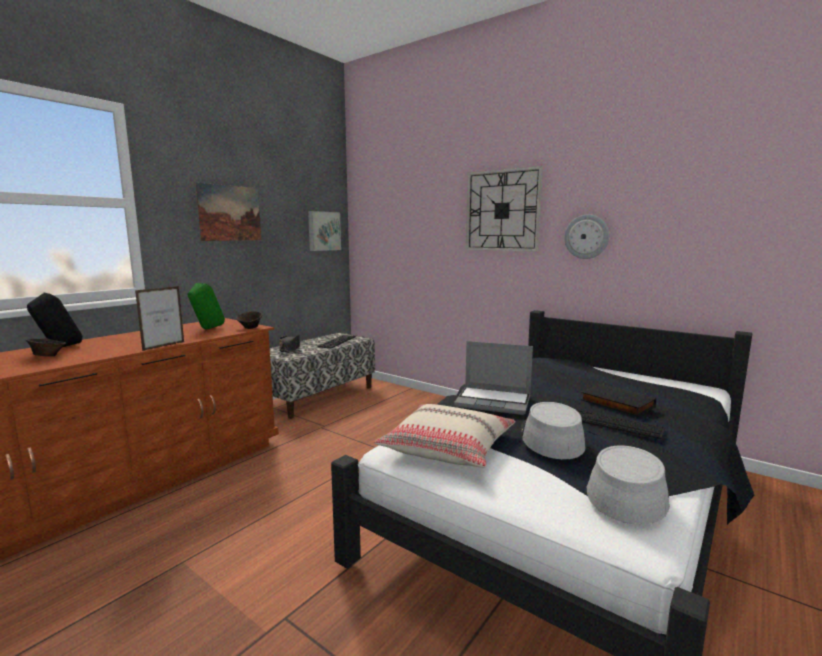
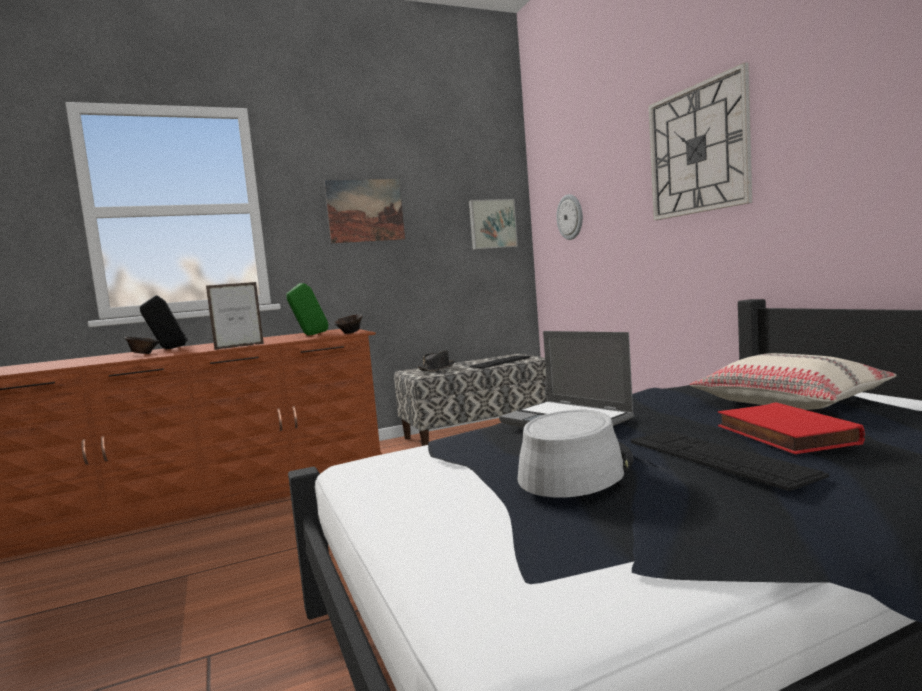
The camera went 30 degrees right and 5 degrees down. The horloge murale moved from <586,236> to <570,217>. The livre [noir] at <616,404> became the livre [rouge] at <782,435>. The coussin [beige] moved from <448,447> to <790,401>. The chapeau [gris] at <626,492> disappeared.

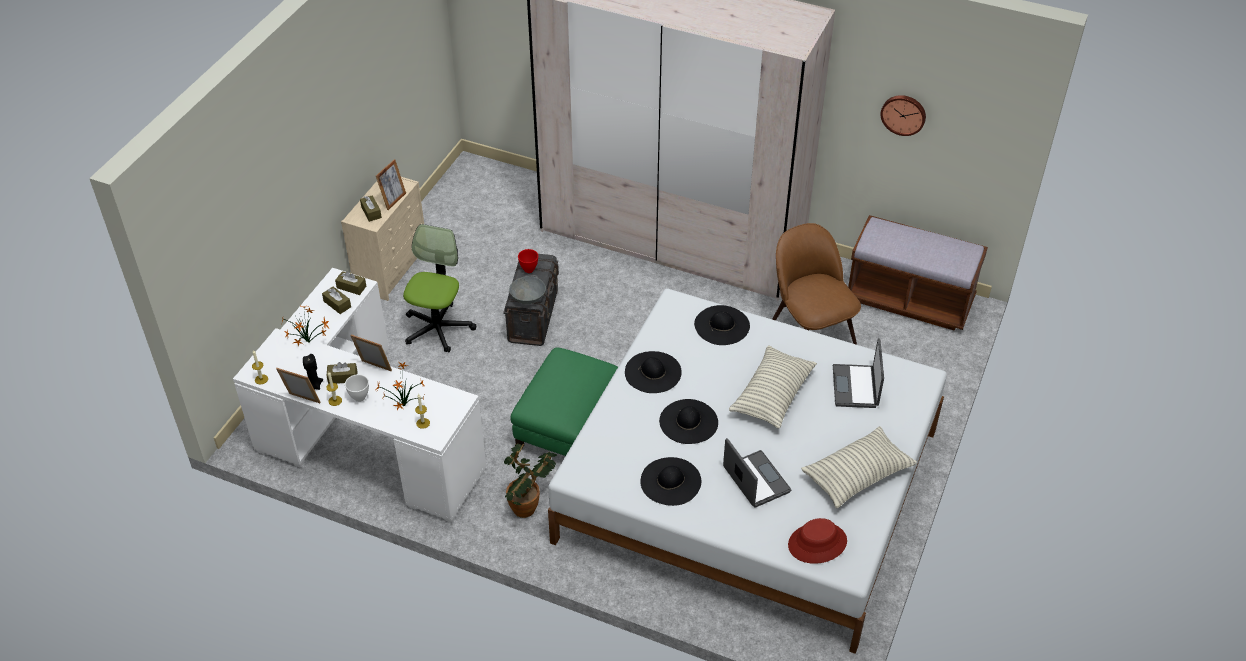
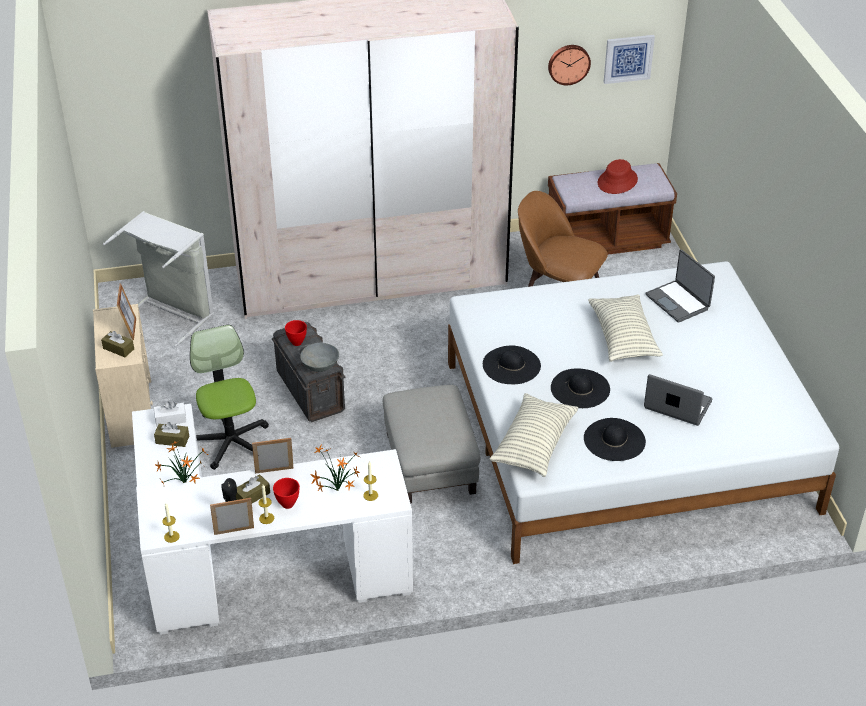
The camera went 35 degrees left and 5 degrees down. The boîte à mouchoirs [marron] at <351,287> became the boîte à mouchoirs [blanc] at <170,419>. The chapeau [noir] at <722,325> disappeared. The pouf [vert] at <567,424> became the pouf [gris] at <431,463>. The bol [blanc] at <359,398> became the bol [rouge] at <288,504>. The coussin moved from <857,475> to <534,444>. The plante en pot at <529,506> disappeared. The chapeau [rouge] moved from <817,543> to <617,181>. The tableau at <628,58> appeared. The panier à linge [gris] at <172,314> appeared.

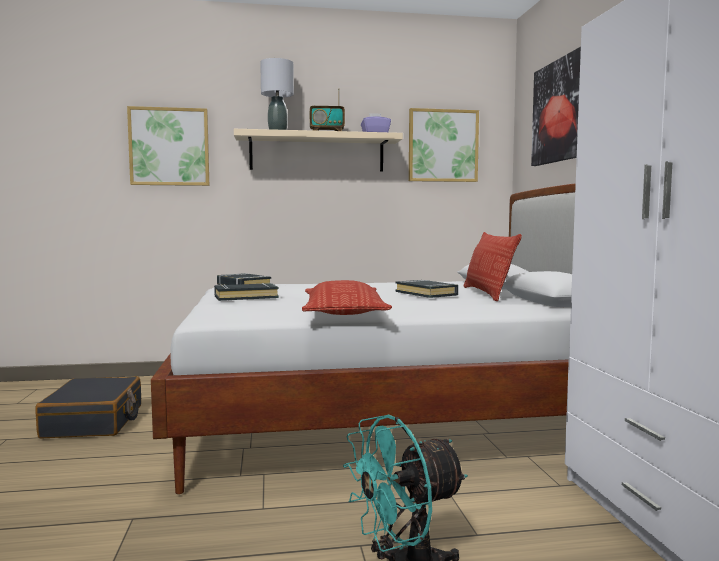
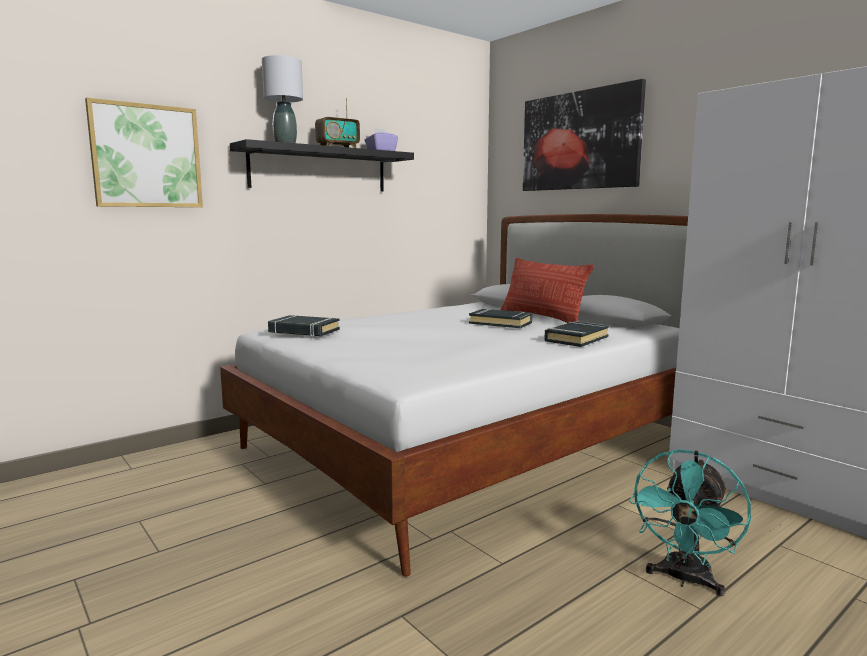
The camera went 30 degrees left and 5 degrees up. The tableau at <443,146> disappeared. The étagère [beige] at <317,153> became the étagère [noir] at <319,169>. The coussin at <343,310> disappeared. The livre [noir] moved from <246,297> to <576,339>. The valise [noir] at <94,421> disappeared.

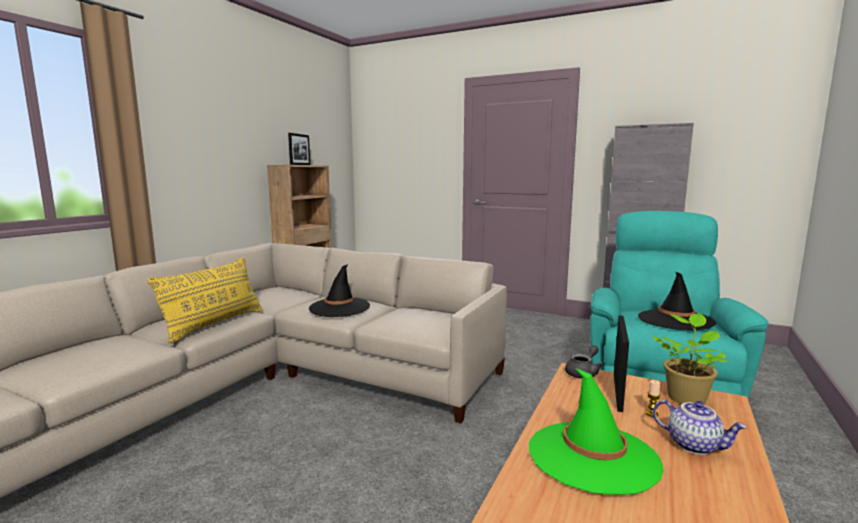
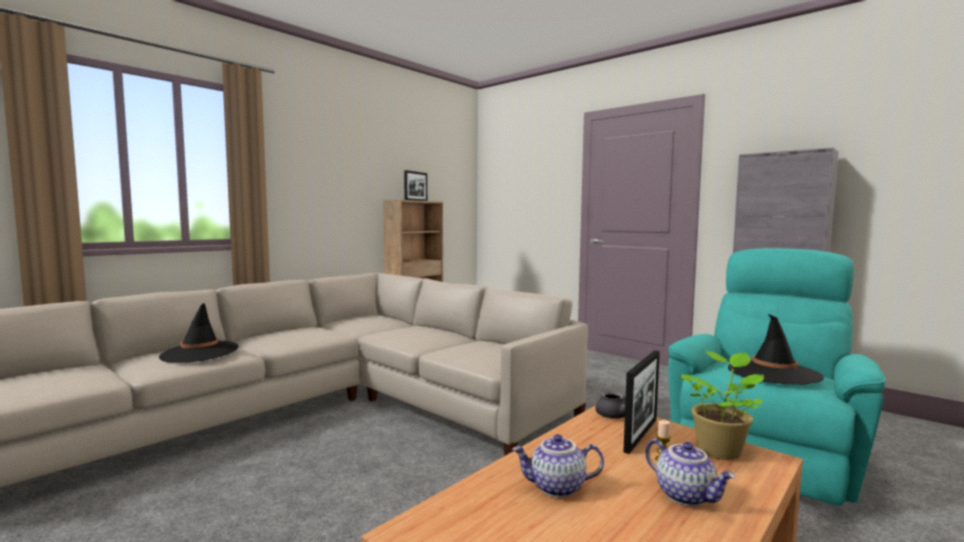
The camera went 15 degrees right and 5 degrees down. The coussin [jaune] at <214,324> disappeared. The chapeau [noir] moved from <339,307> to <200,352>. The chapeau [vert] at <592,456> was replaced by the théière at <557,488>.

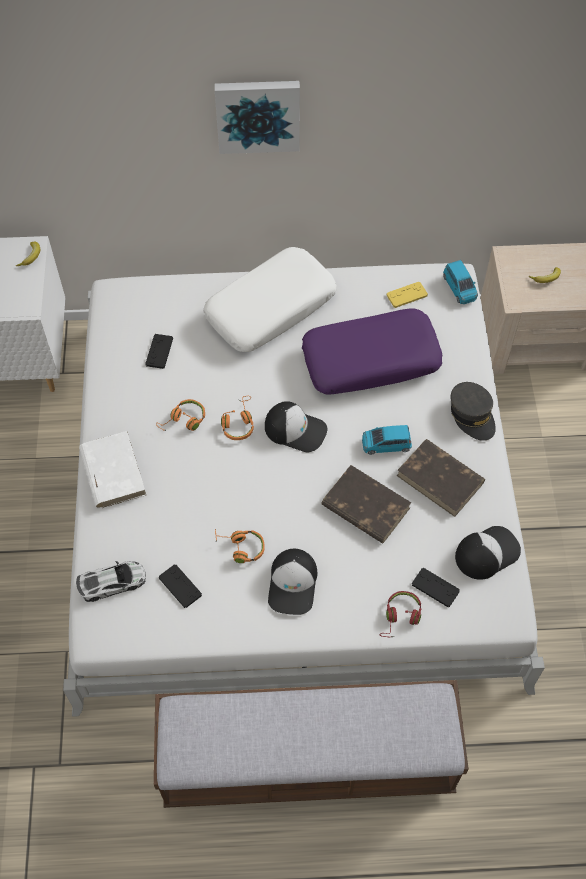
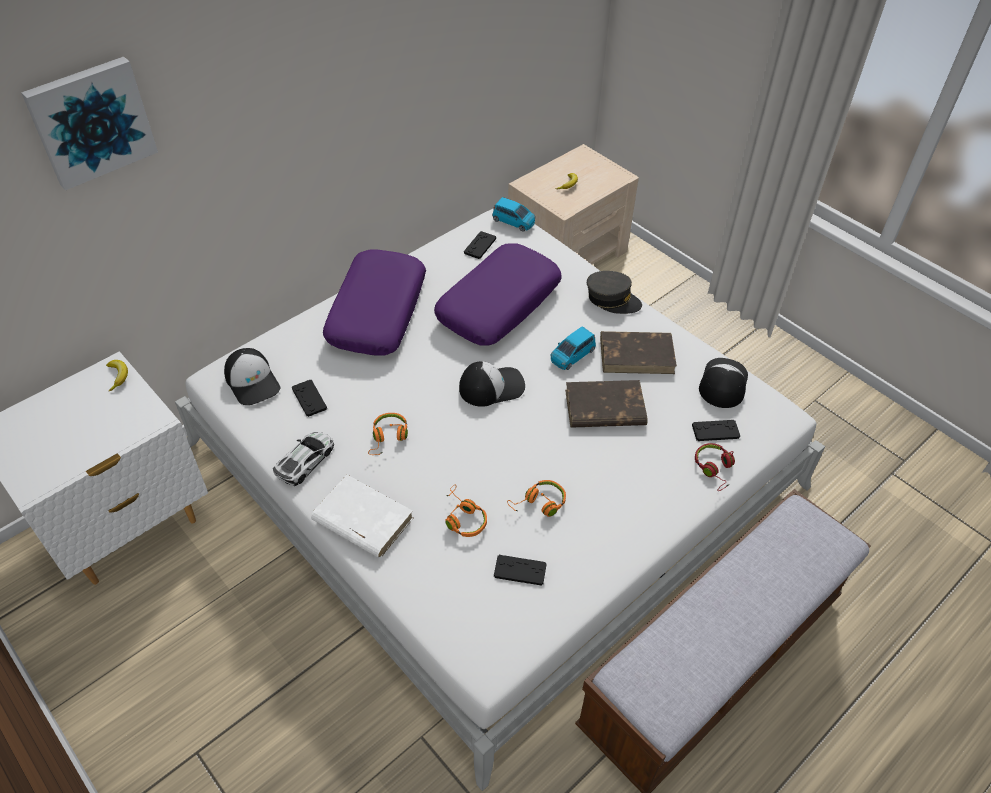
The camera went 40 degrees left and 10 degrees down. The tableau moved from <258,114> to <91,121>. The coussin [blanc] at <270,307> became the coussin [violet] at <377,312>. The manette [jaune] at <407,295> became the manette [noir] at <480,246>. The casque audio [orange] moved from <238,423> to <463,517>. The casquette moved from <293,584> to <253,381>. The petite voiture moved from <112,582> to <305,461>.

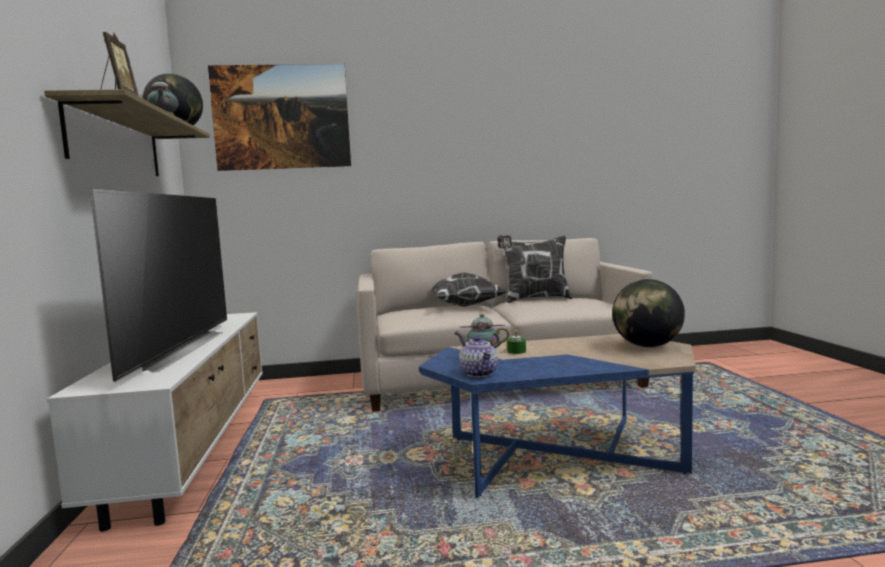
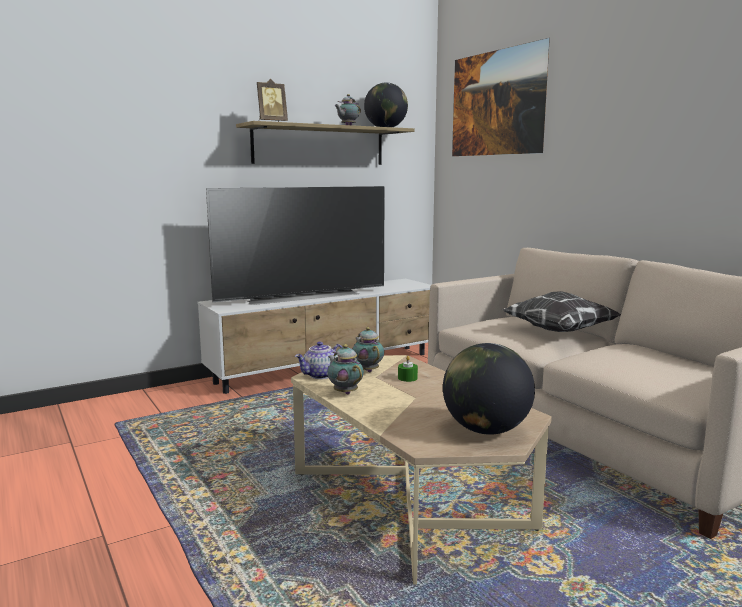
The camera went 65 degrees right and 5 degrees up. The coussin at <535,299> disappeared. The table basse [bleu] at <560,455> became the table basse [beige] at <409,500>. The théière at <345,392> appeared.

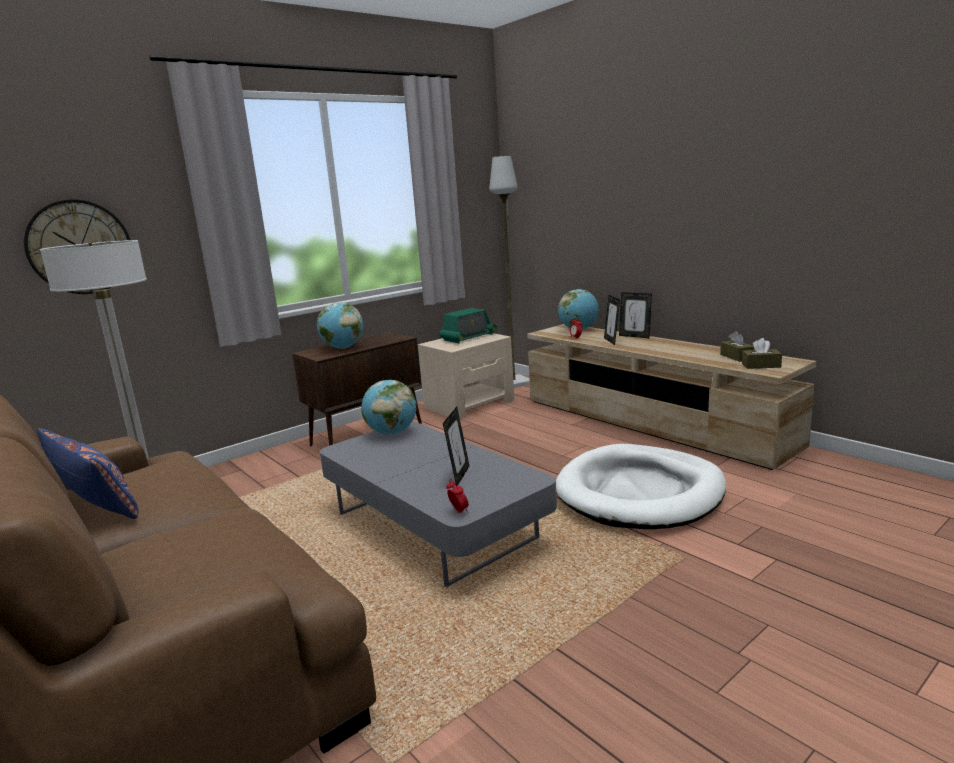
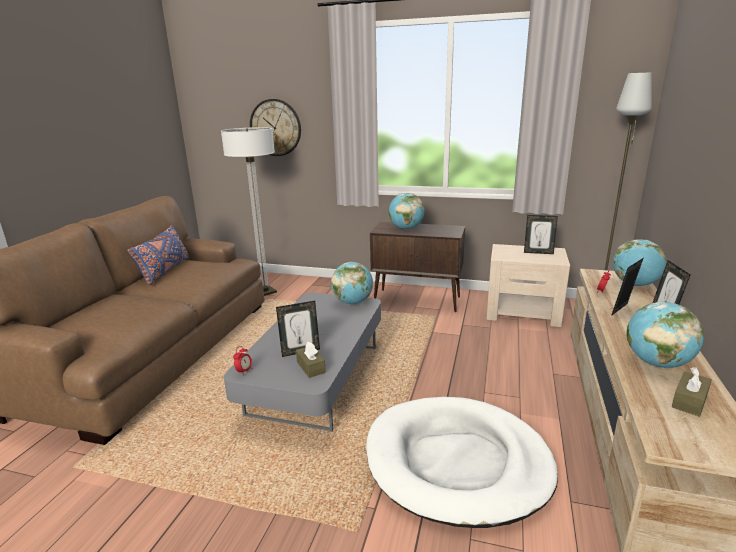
The camera went 55 degrees right and 5 degrees up. The radio at <468,337> was replaced by the cadre photo at <538,252>. The boîte à mouchoirs [marron] moved from <761,365> to <311,367>. The globe at <657,363> appeared.

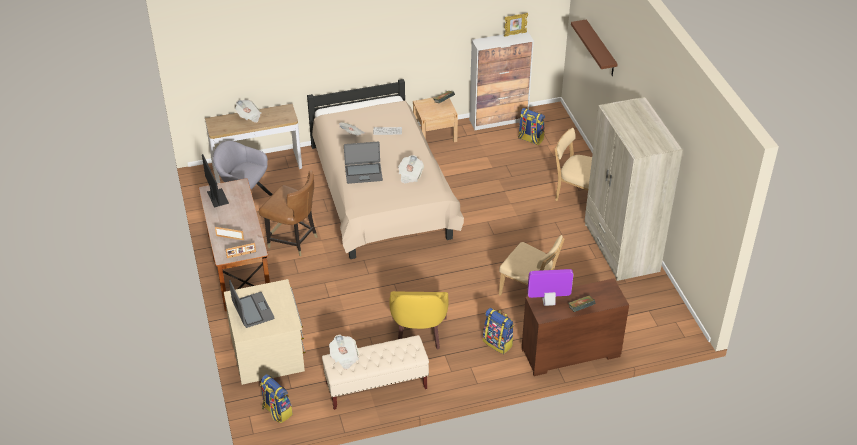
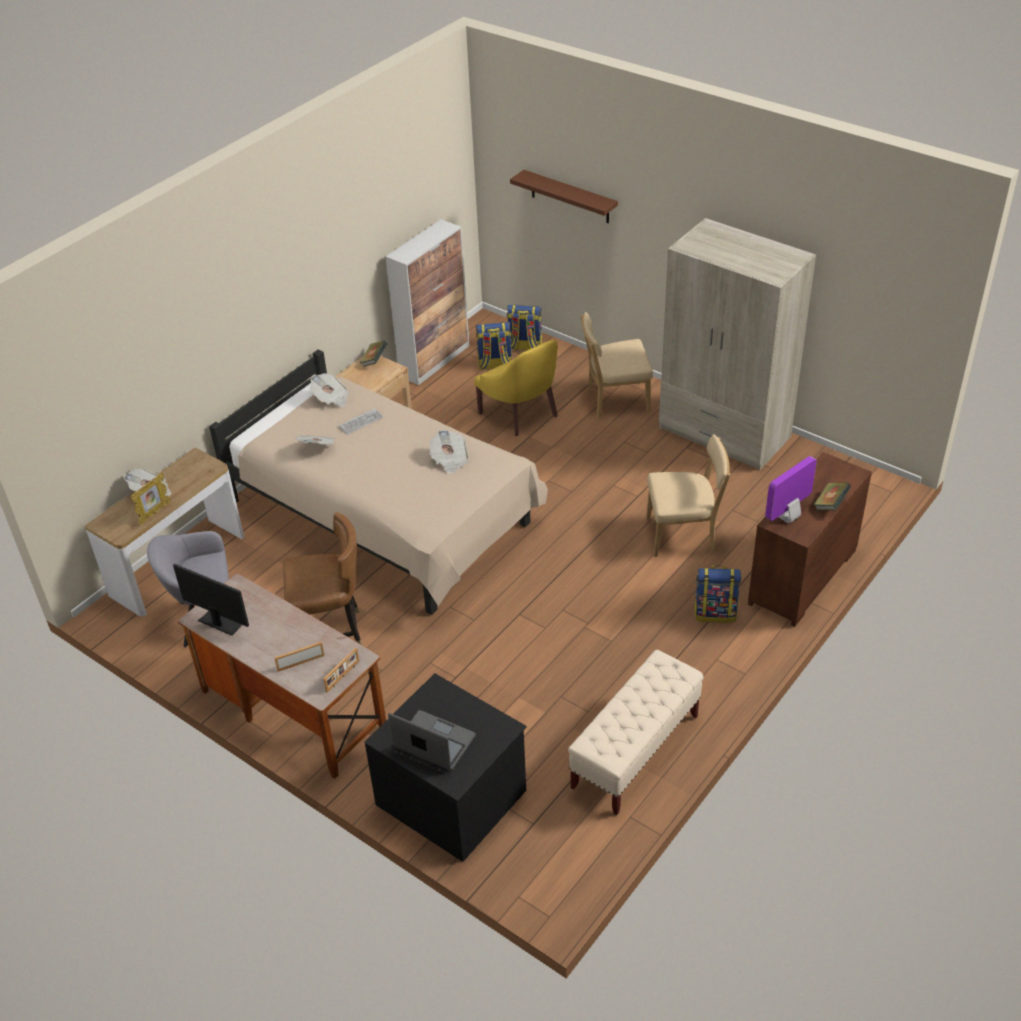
The camera went 35 degrees left and 0 degrees up. The cadre photo moved from <515,34> to <154,513>. The ordinateur portable at <363,173> disappeared. The commode [beige] at <268,352> became the commode [noir] at <452,796>. The fauteuil [jaune] moved from <418,333> to <522,413>. The journal moved from <344,357> to <331,398>. The sac à dos moved from <276,411> to <524,347>.

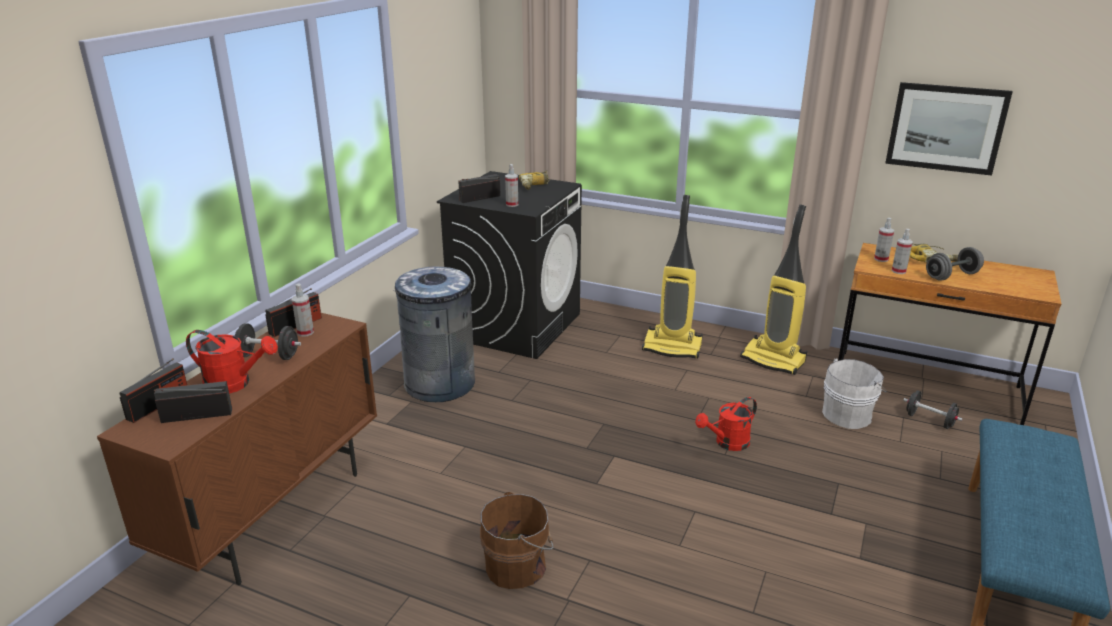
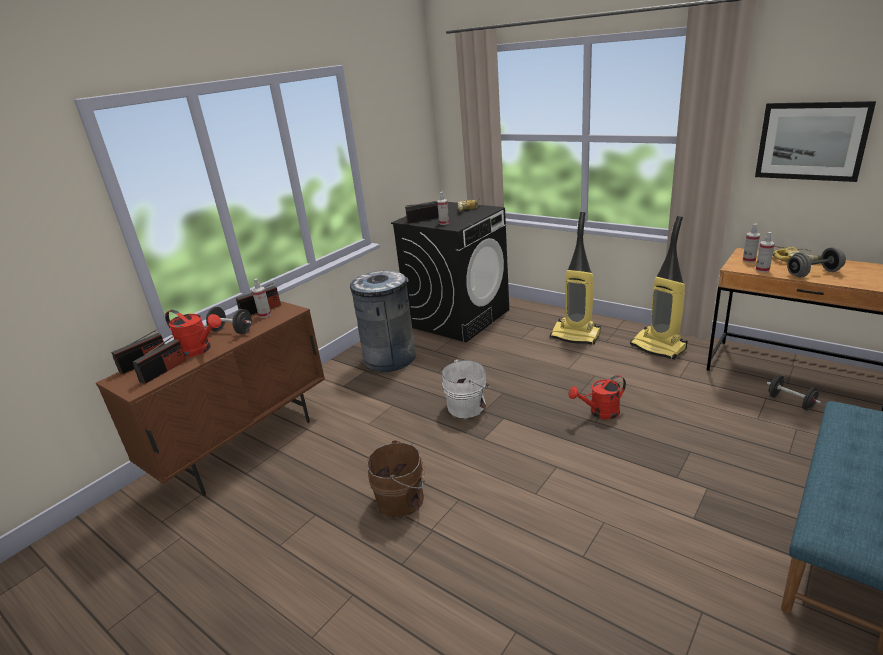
The camera went 15 degrees right and 0 degrees up. The seau [blanc] moved from <849,414> to <468,406>. The radio at <196,415> turned 120 degrees clockwise.

